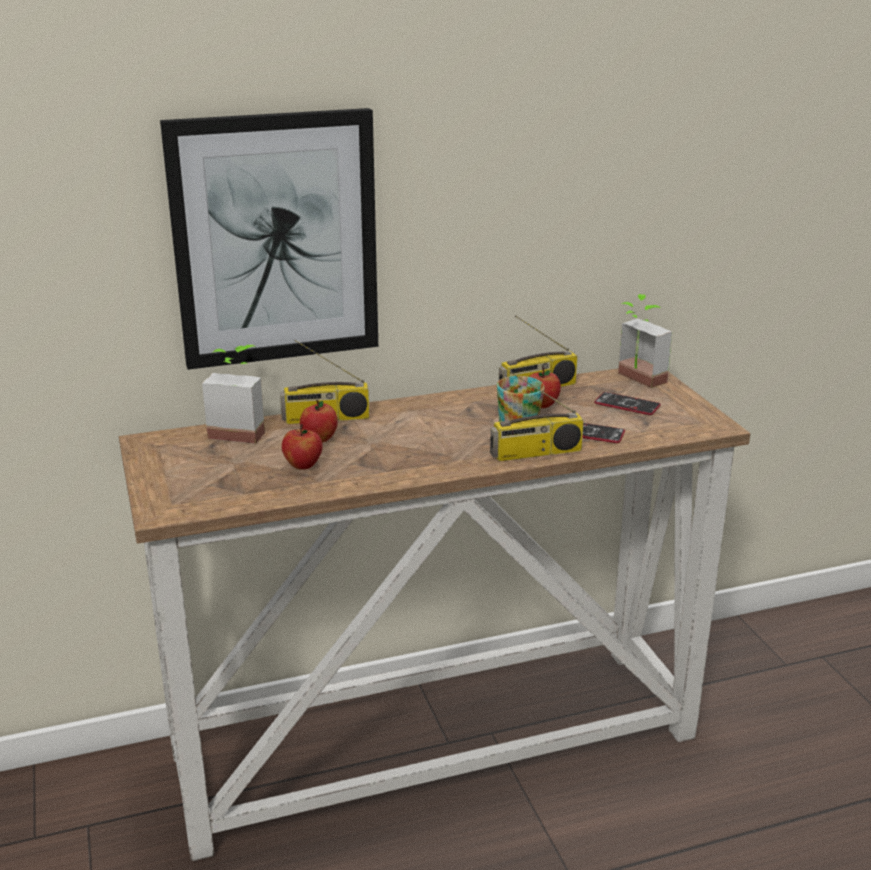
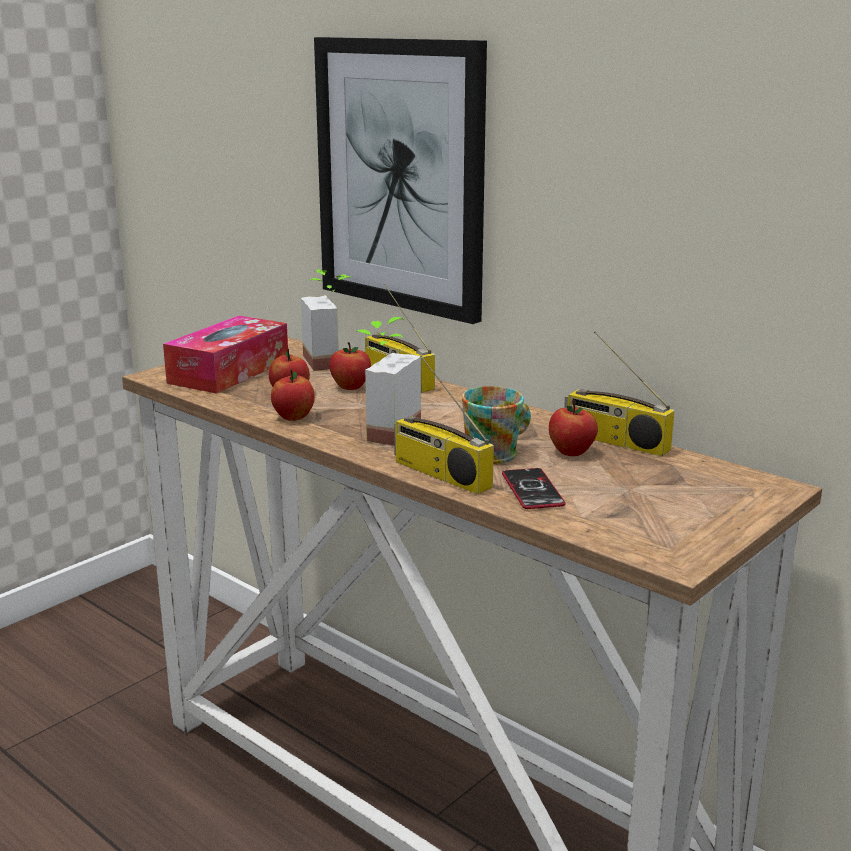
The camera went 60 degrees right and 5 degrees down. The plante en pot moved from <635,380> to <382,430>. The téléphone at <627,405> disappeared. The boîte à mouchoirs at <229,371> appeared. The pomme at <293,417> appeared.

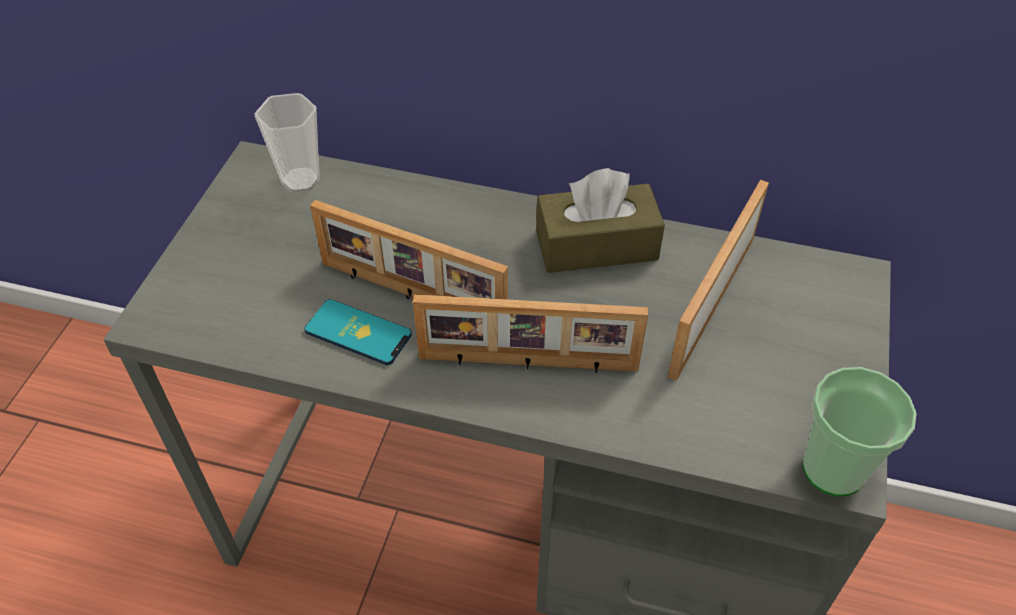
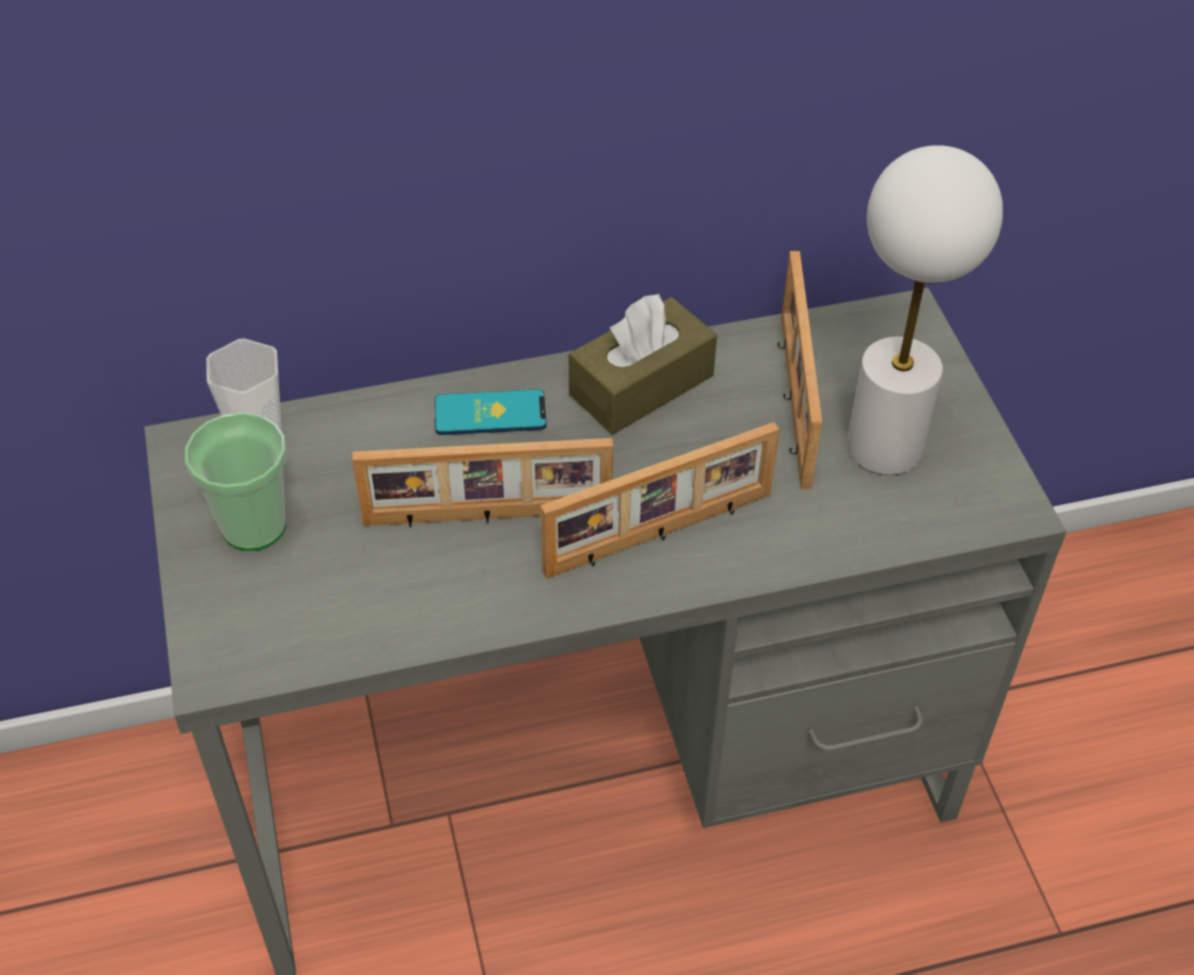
The camera went 30 degrees left and 0 degrees up. The téléphone moved from <358,332> to <490,413>. The tasse moved from <833,469> to <254,526>. The lampe de table [blanc] at <885,447> appeared.

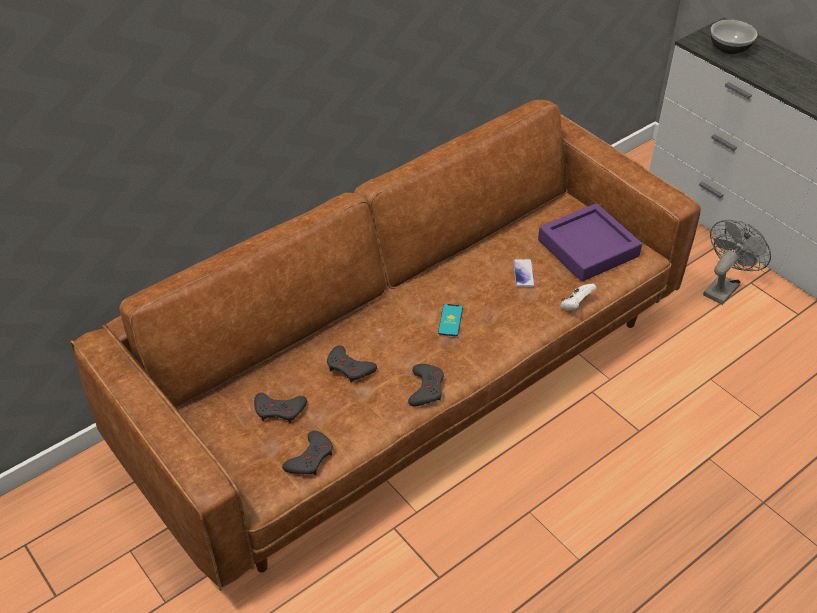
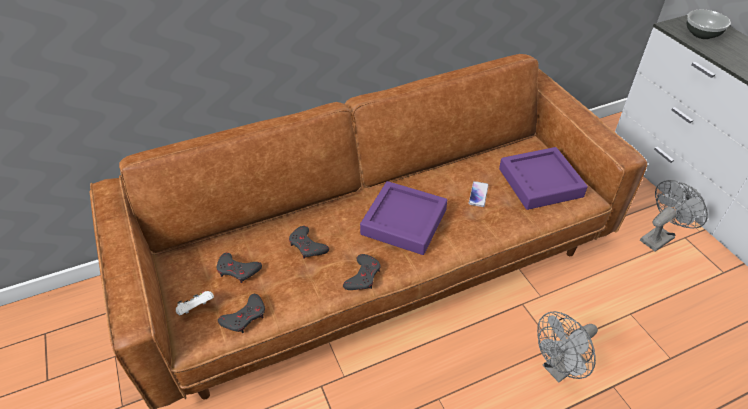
The camera went 15 degrees right and 0 degrees up. The manette [blanc] moved from <575,305> to <196,309>. The téléphone at <450,320> was replaced by the plateau [violet] at <404,222>. The ventilateur [gris] at <559,369> appeared.

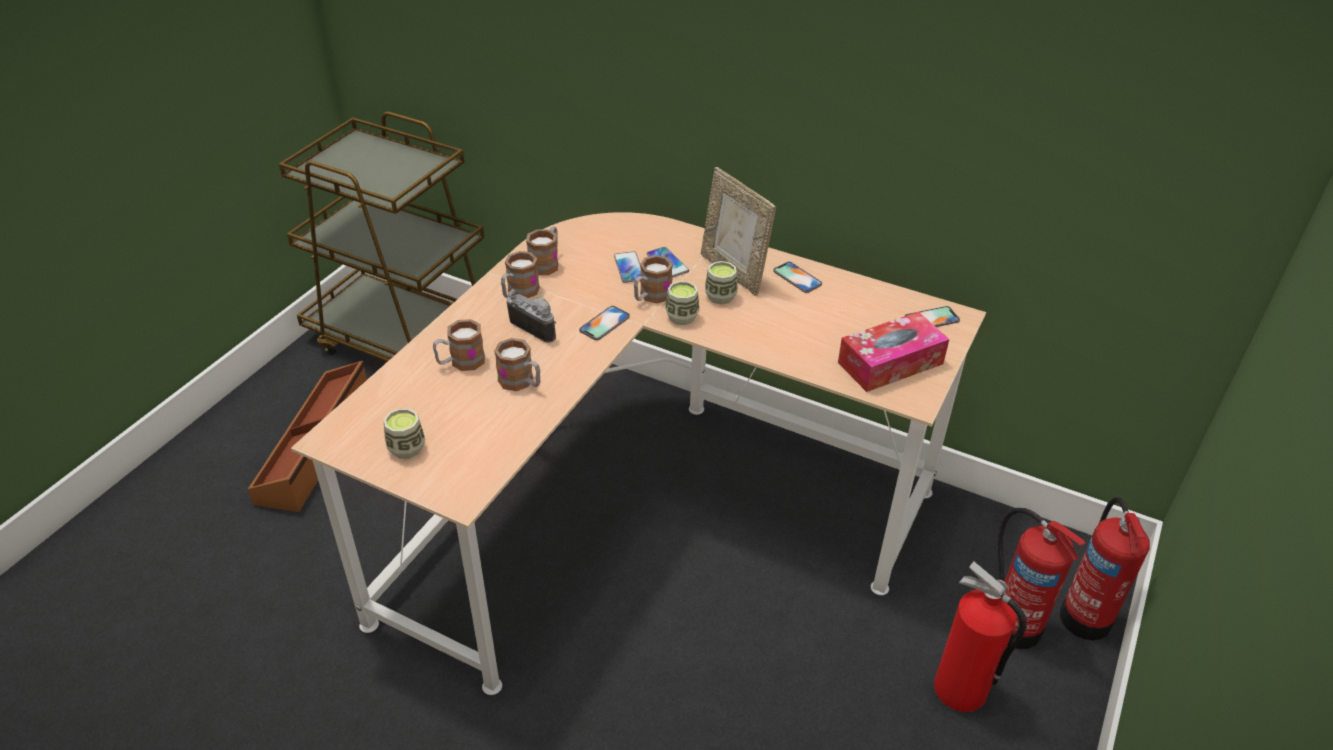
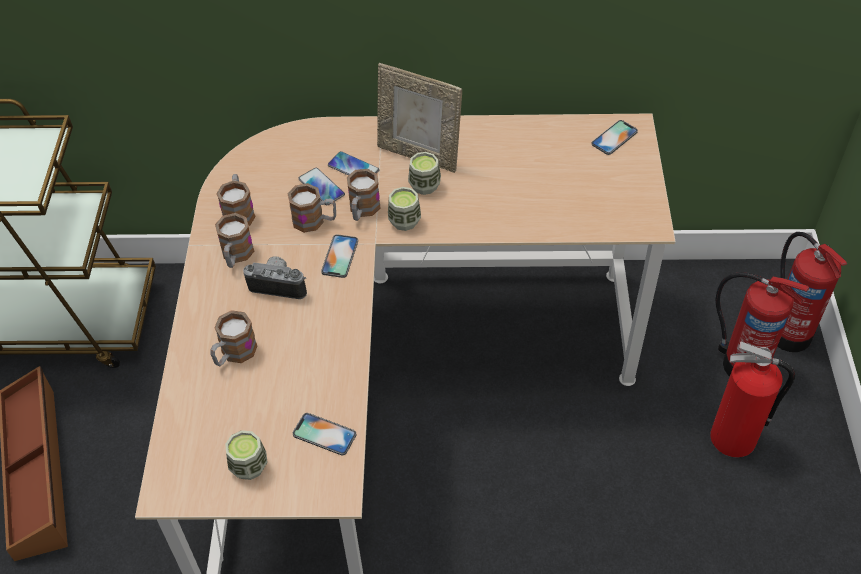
The camera went 25 degrees left and 10 degrees up. The téléphone moved from <797,277> to <324,434>. The boîte à mouchoirs at <890,363> disappeared. The mug moved from <521,382> to <315,221>.

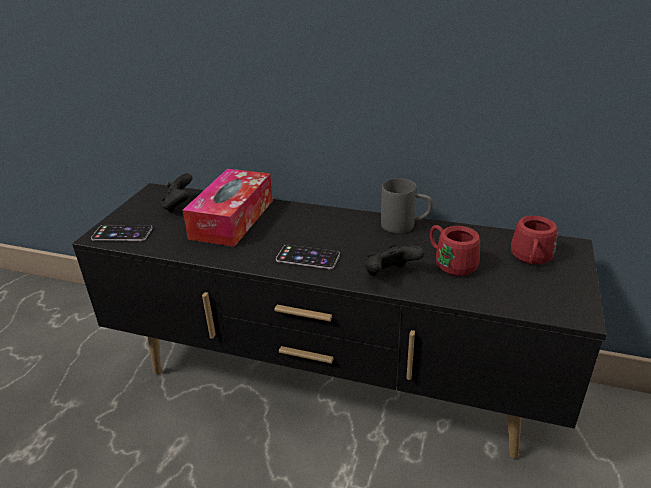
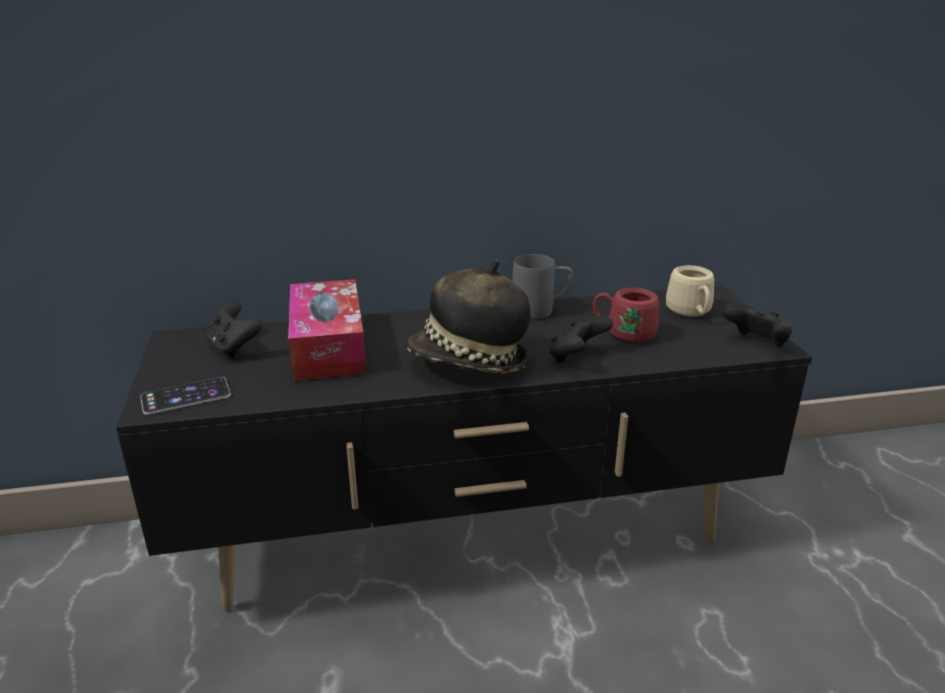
The camera went 30 degrees left and 5 degrees down. The mug [rouge] at <530,260> became the mug [beige] at <691,313>. The téléphone at <308,257> was replaced by the chapeau at <469,363>. The manette [noir] at <756,343> appeared.

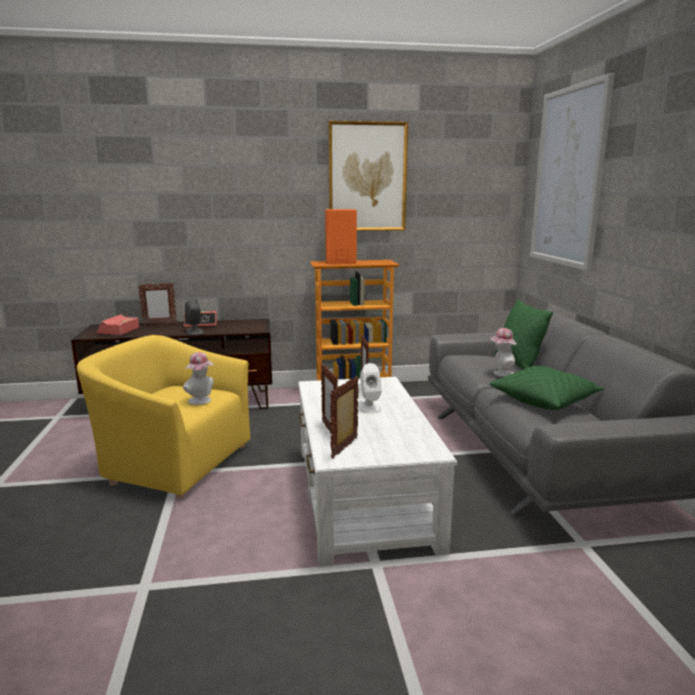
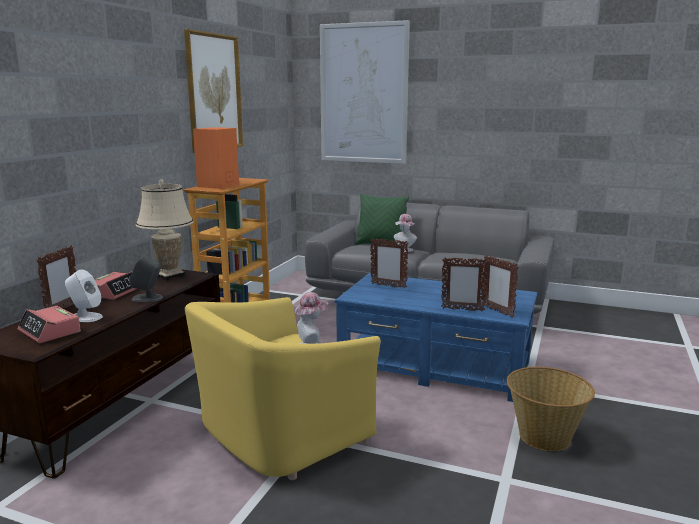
The camera went 60 degrees left and 0 degrees up. The enceinte [blanc] moved from <369,407> to <85,317>. The coussin [vert] at <544,400> disappeared. The table basse [blanc] at <362,495> became the table basse [bleu] at <435,366>. The lampe de table [beige] at <169,276> appeared. The panier at <544,437> appeared.

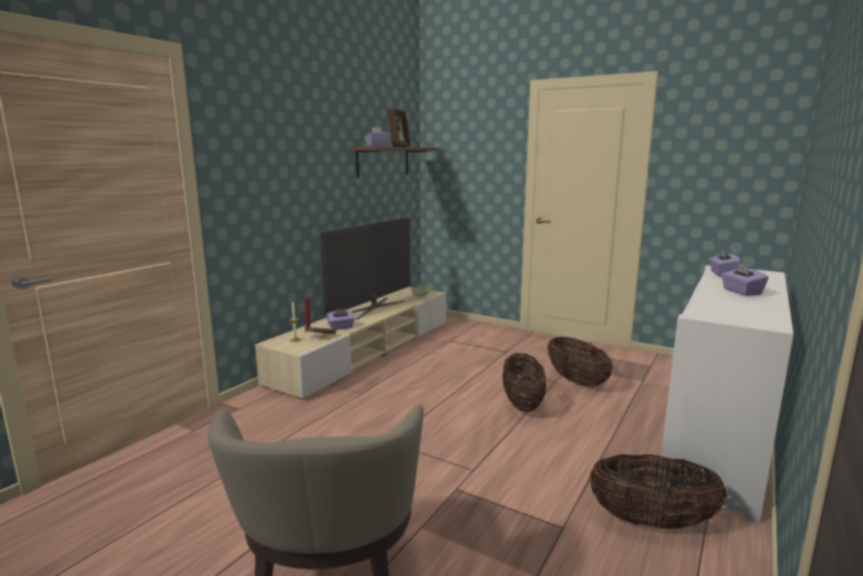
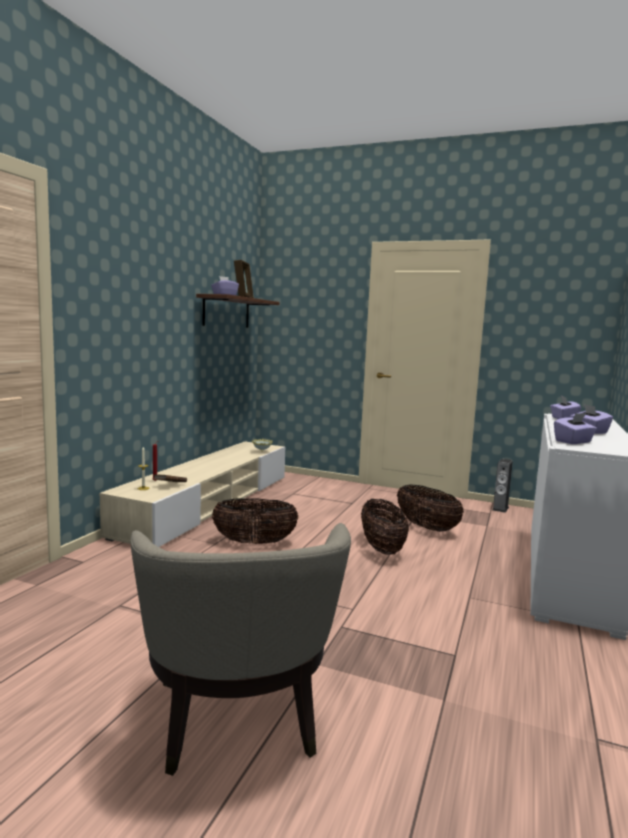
The camera went 10 degrees left and 5 degrees down. The téléviseur at <372,308> disappeared. The boîte à mouchoirs [violet] moved from <341,327> to <573,442>. The panier moved from <651,521> to <254,542>. The enceinte at <500,508> appeared.

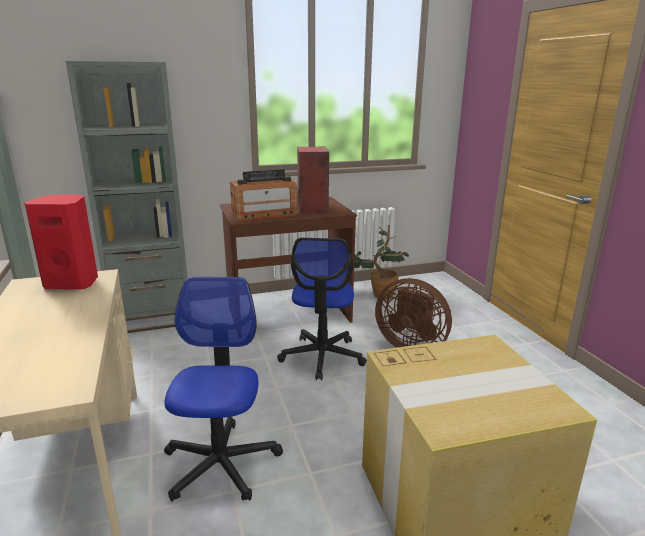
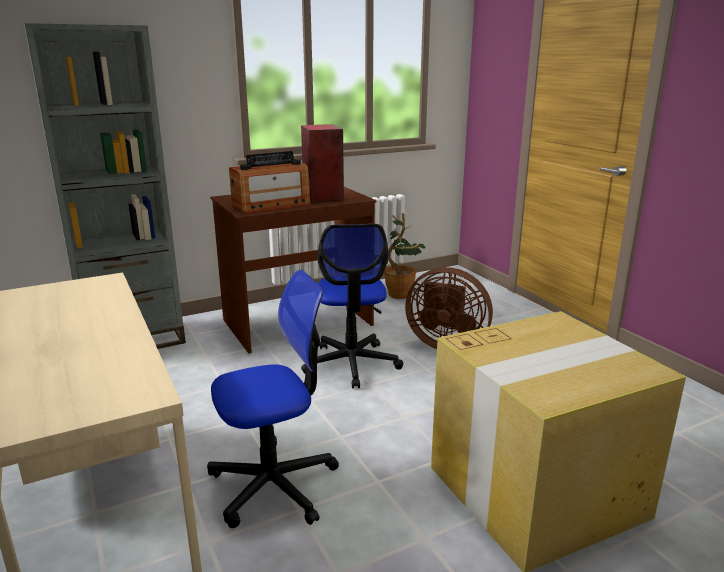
The camera went 10 degrees left and 0 degrees up. The enceinte [rouge] at <73,283> disappeared. The chaise de bureau at <221,463> turned 75 degrees clockwise.

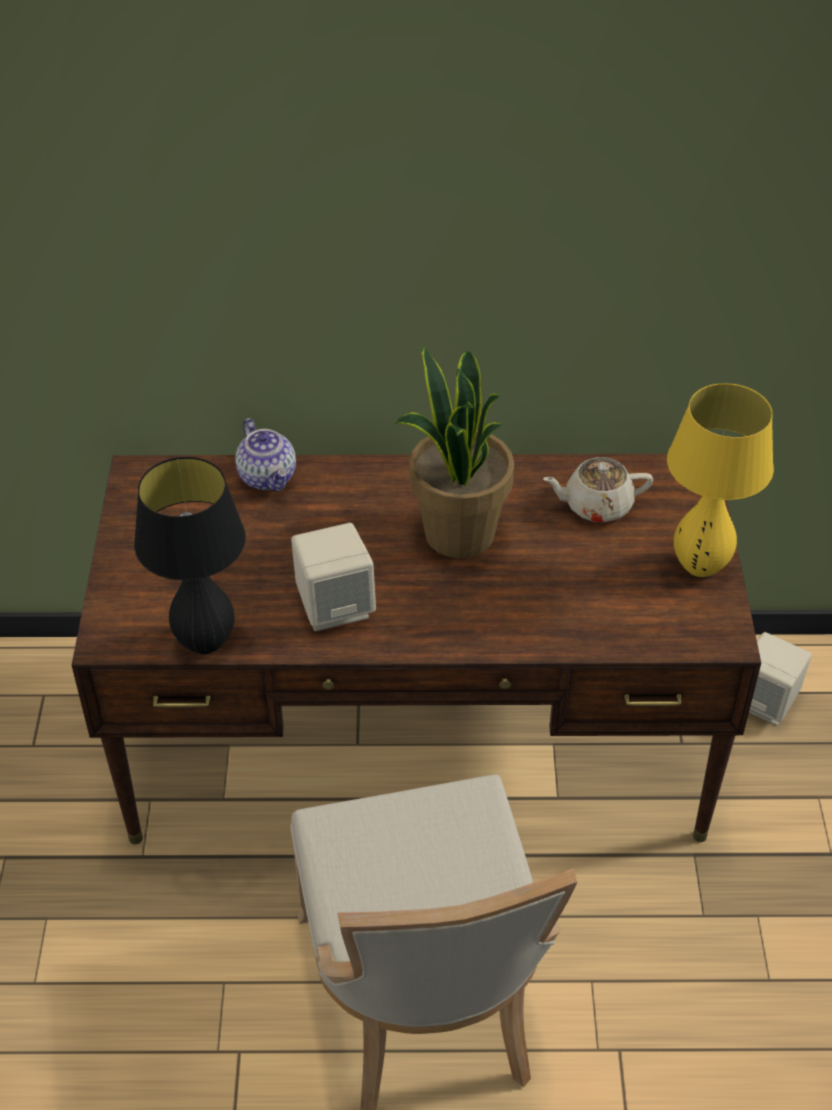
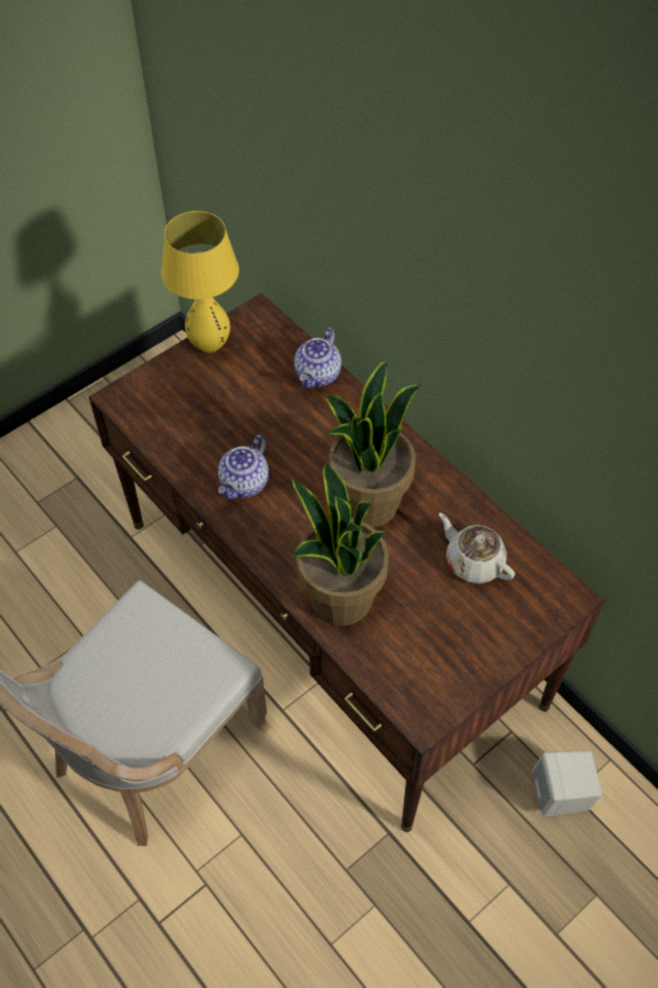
The camera went 50 degrees right and 10 degrees up. The lampe de table [jaune] moved from <699,567> to <209,345>. The lampe de table [noir] at <205,643> disappeared. The enceinte [beige] at <335,606> was replaced by the théière at <245,483>. The plante en pot at <340,599> appeared.

